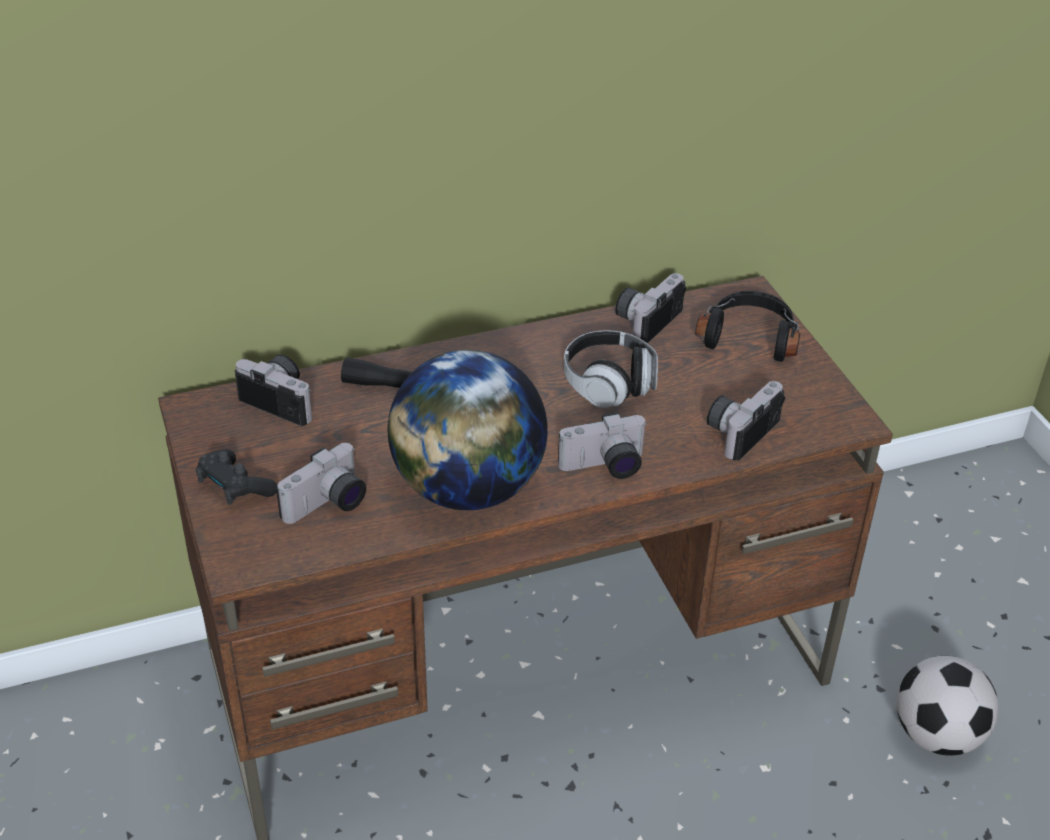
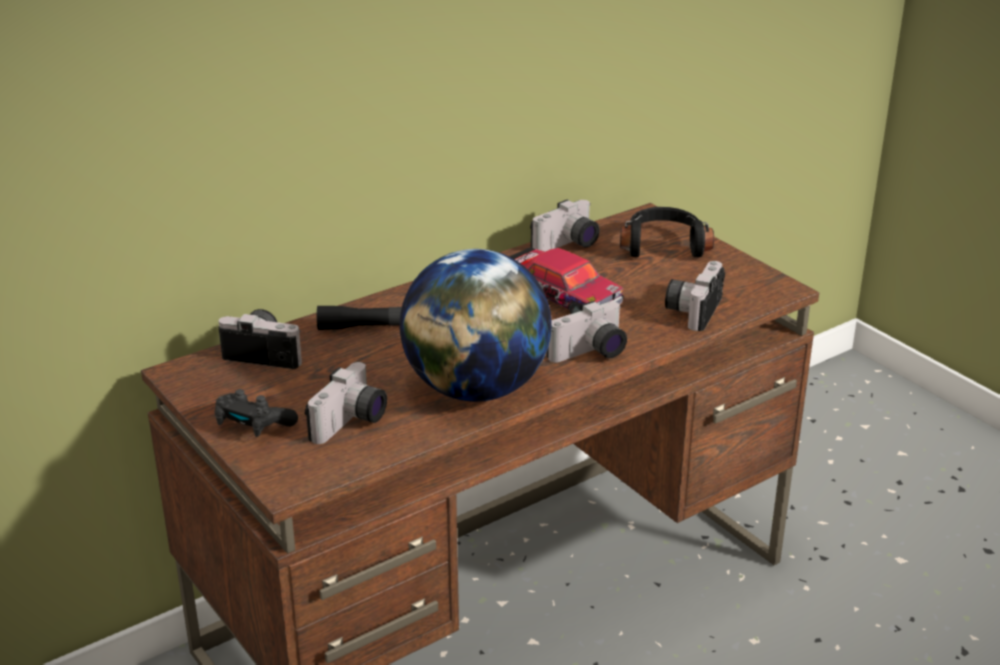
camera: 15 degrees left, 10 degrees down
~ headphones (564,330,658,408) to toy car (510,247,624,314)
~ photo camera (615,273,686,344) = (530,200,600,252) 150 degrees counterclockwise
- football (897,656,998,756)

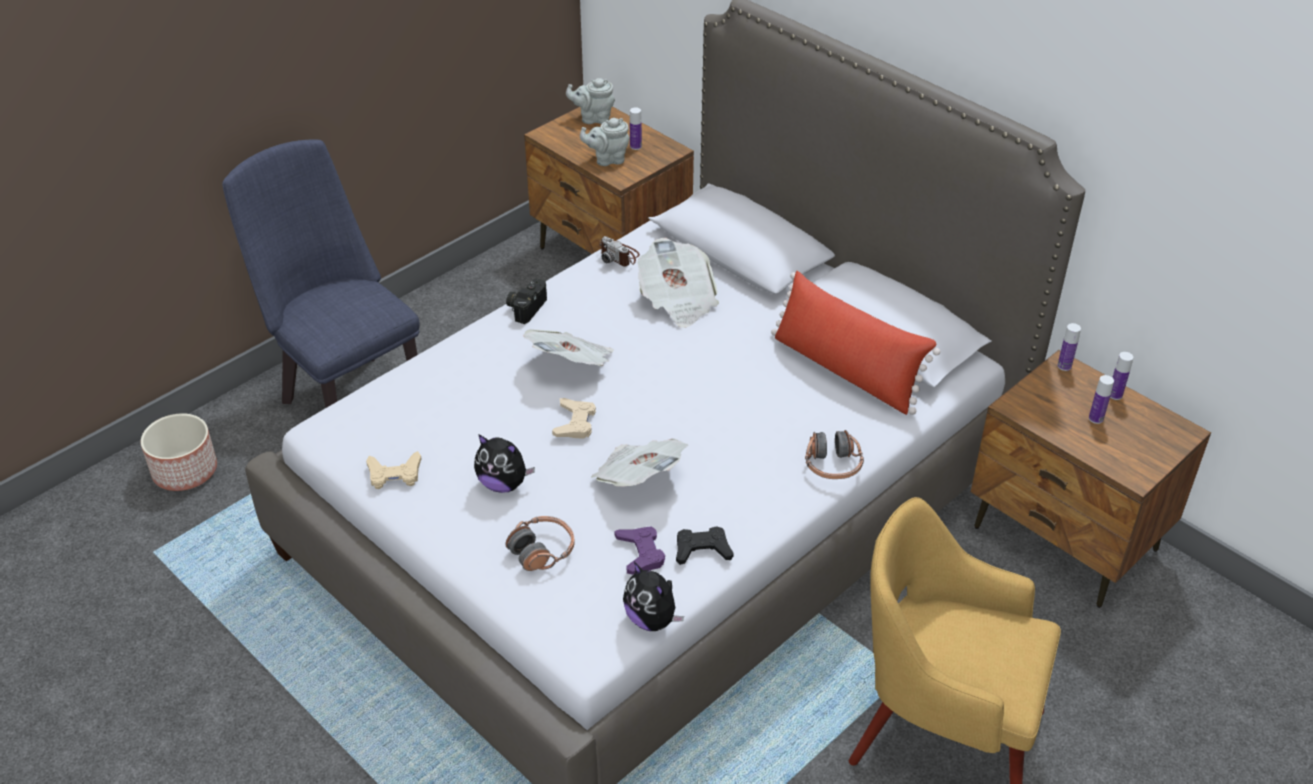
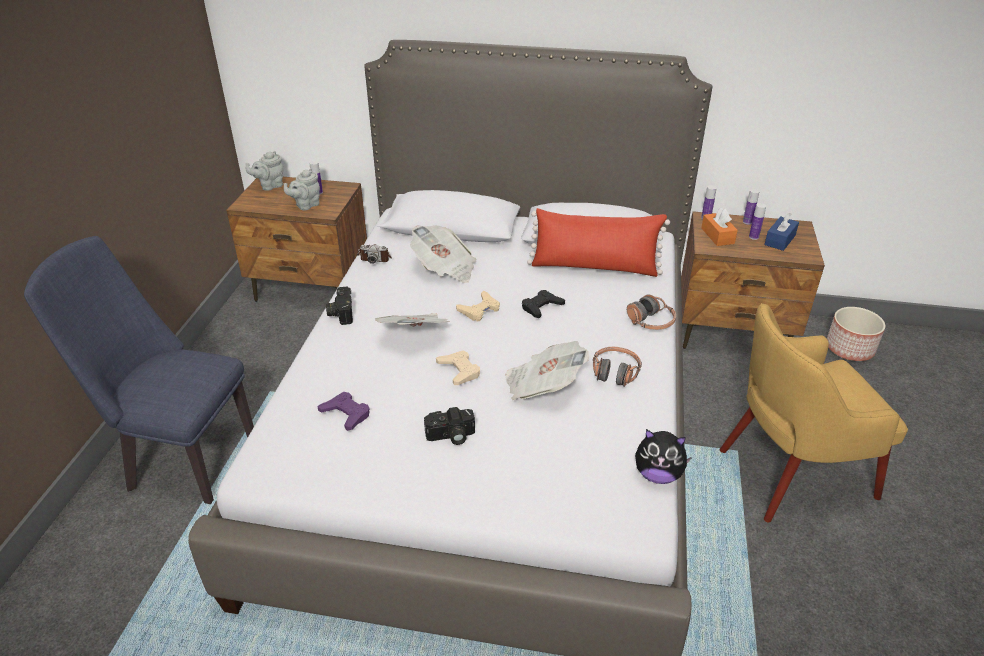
camera: 35 degrees left, 5 degrees down
~ planter (141,413,217,491) to (827,307,885,361)
~ game controller in beige (366,451,422,489) to (456,291,500,322)
~ plush toy (474,434,535,493) to photo camera (424,407,475,445)
~ headphones (505,516,575,571) to (593,347,642,387)
~ game controller in purple (614,527,665,575) to (318,392,370,431)
~ game controller in black (676,526,734,565) to (522,290,565,318)
+ tissue box in orange (701,208,738,246)
+ tissue box in blue (764,212,799,251)

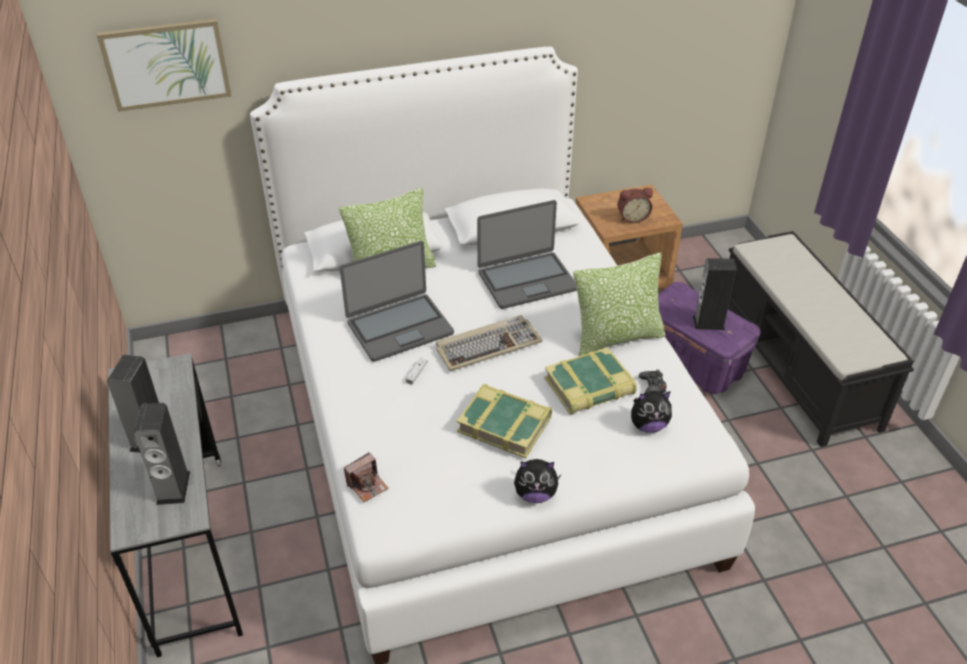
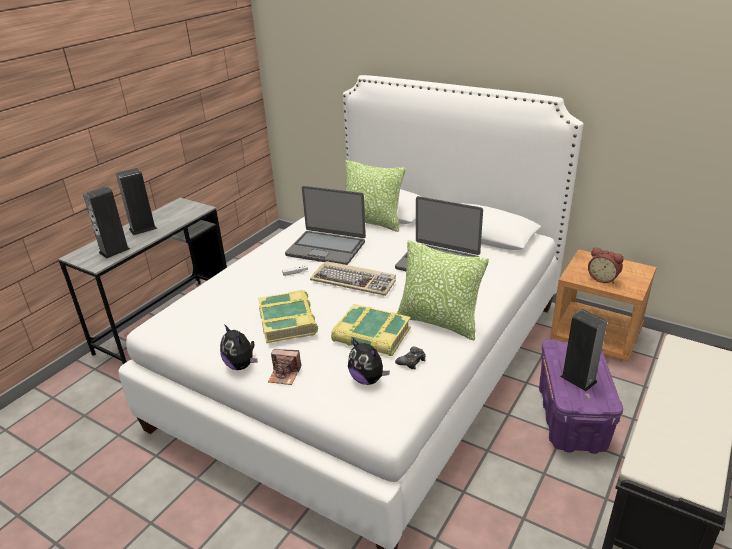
camera: 50 degrees right, 10 degrees down
- picture (97,18,232,112)
~ photo camera (344,452,389,502) to (268,349,301,385)

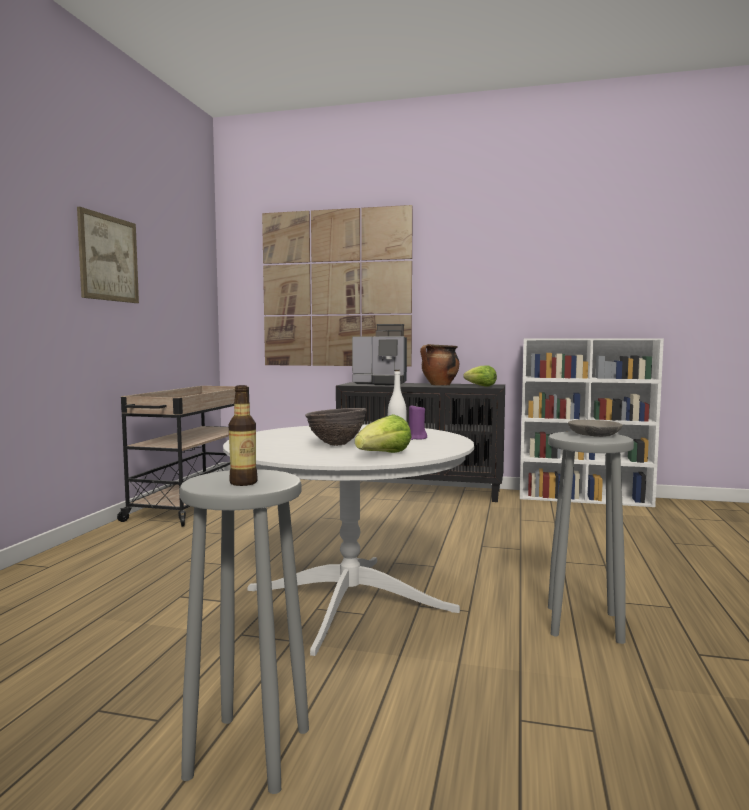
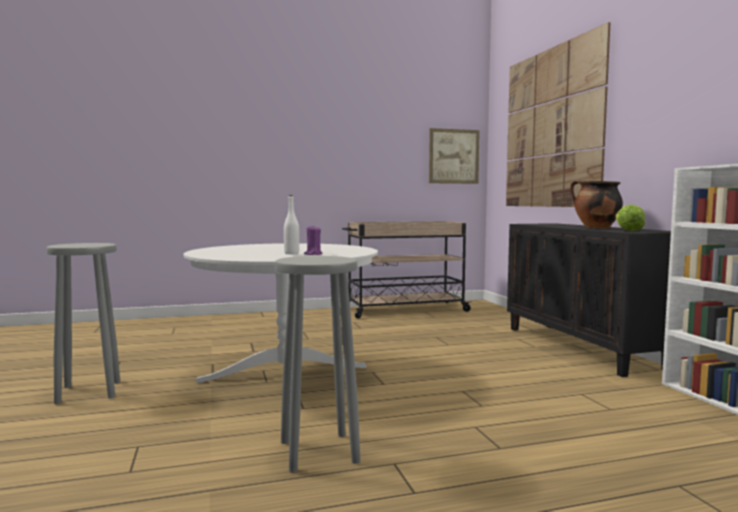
camera: 60 degrees right, 0 degrees up
~ picture (77,207,139,303) to (429,128,480,184)
- bottle (229,385,258,486)
- bowl in brown (305,408,367,446)
- coffee machine (352,324,407,385)
- lettuce (355,414,411,453)
- bowl in grey (568,420,622,437)

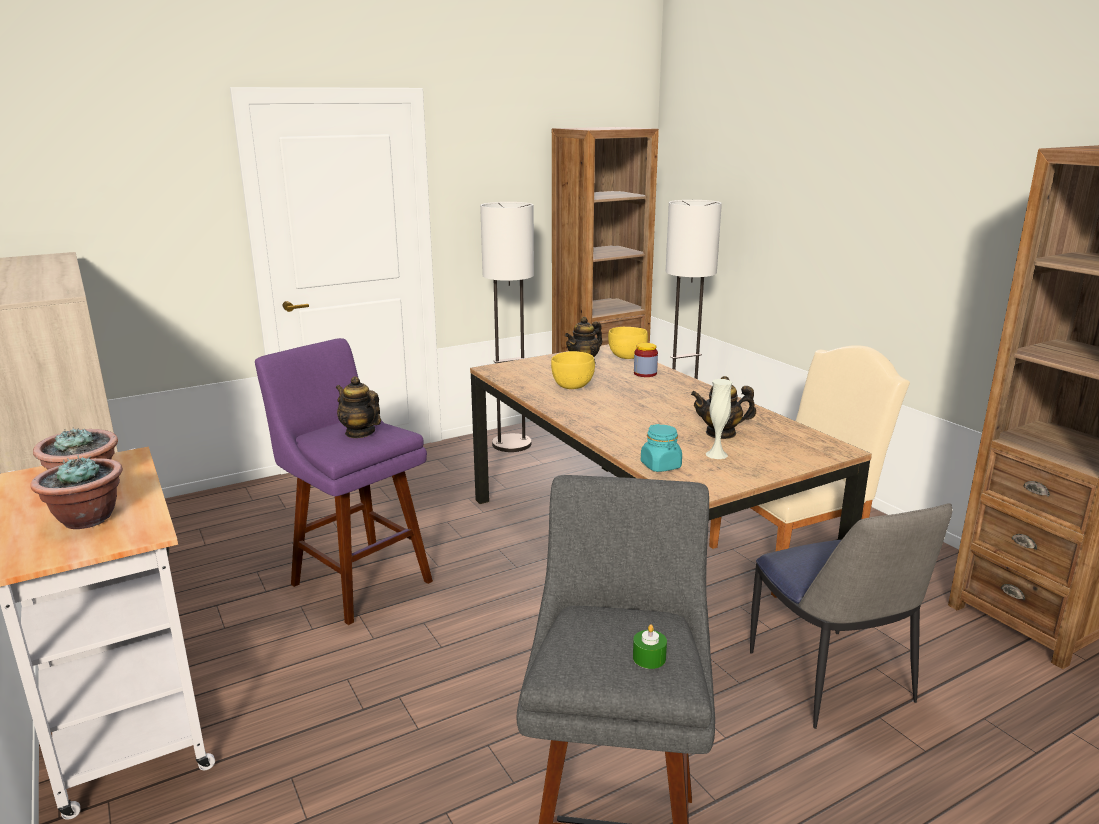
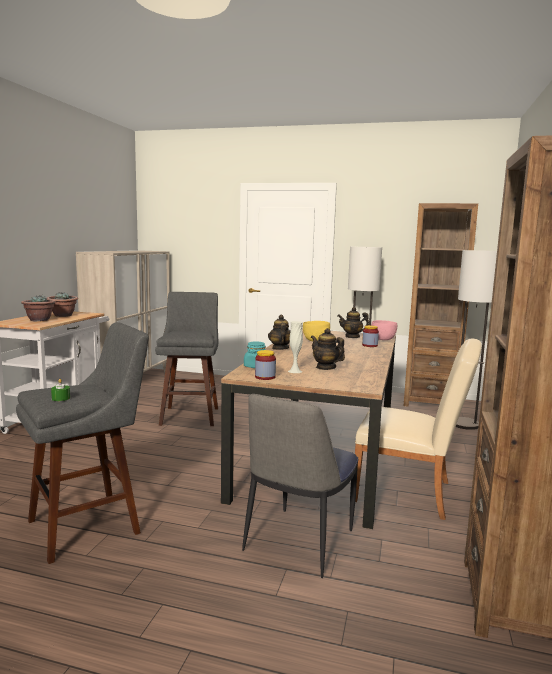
camera: 45 degrees right, 10 degrees down
~ stool in purple (255,338,433,625) to stool in grey (155,292,218,426)
~ teapot (336,376,381,438) to (268,315,291,350)
~ bowl in yellow (608,327,648,359) to bowl in pink (371,320,397,340)
+ jar (255,350,276,380)

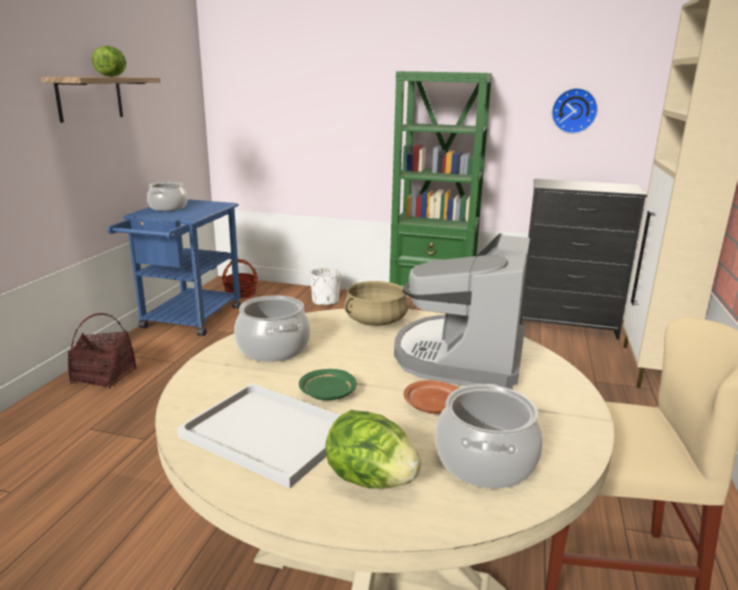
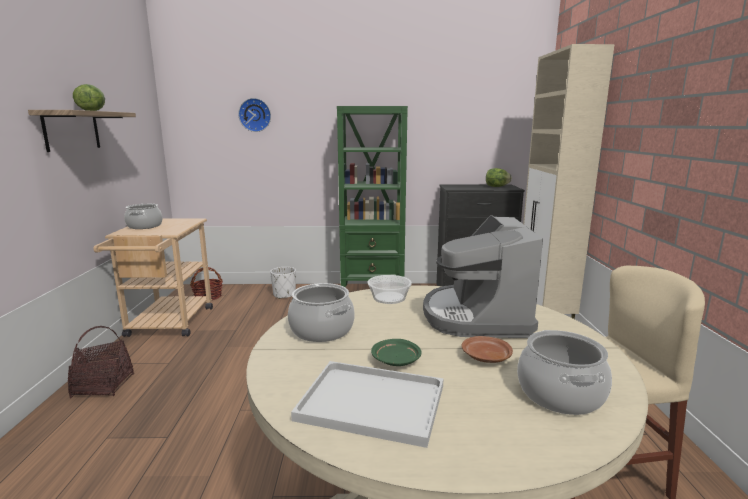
camera: 15 degrees left, 5 degrees down
~ cart in blue (107,199,241,336) to cart in beige (93,218,213,337)
~ lettuce (325,410,421,489) to (486,168,512,187)
~ cooking pot in beige (344,281,408,326) to bowl (367,275,412,304)
~ wall clock (552,88,598,134) to (238,98,271,132)

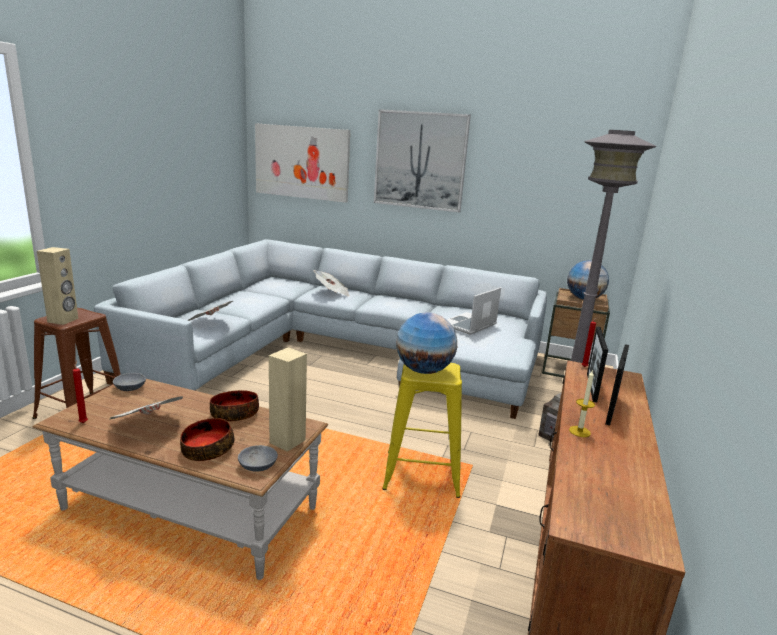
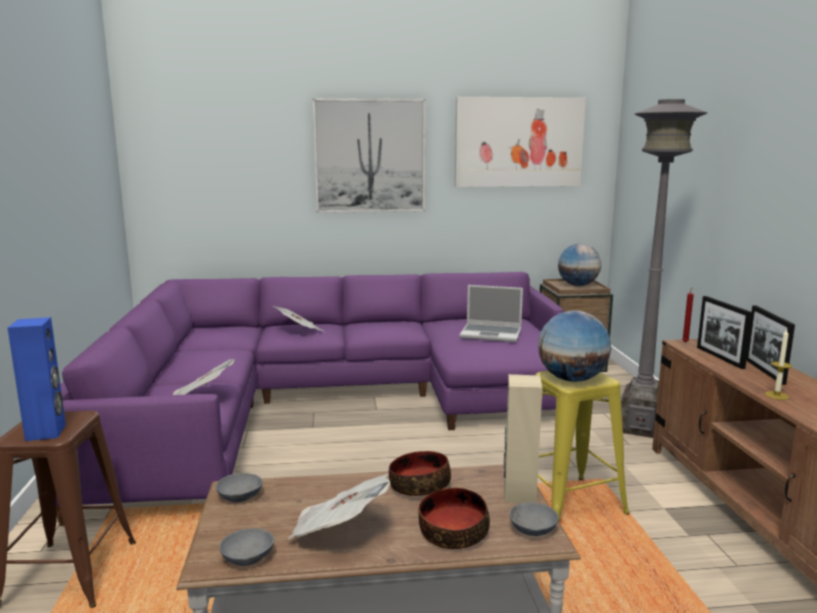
camera: 25 degrees left, 5 degrees down
~ speaker in beige (37,247,78,325) to speaker in blue (8,317,66,441)
~ candle in red (73,361,88,423) to bowl in grey (219,528,274,566)
~ sofa in grey (94,239,547,419) to sofa in purple (56,272,563,526)
~ picture (255,123,350,203) to (455,97,586,187)
~ laptop (446,287,501,335) = (460,285,523,342) 90 degrees counterclockwise

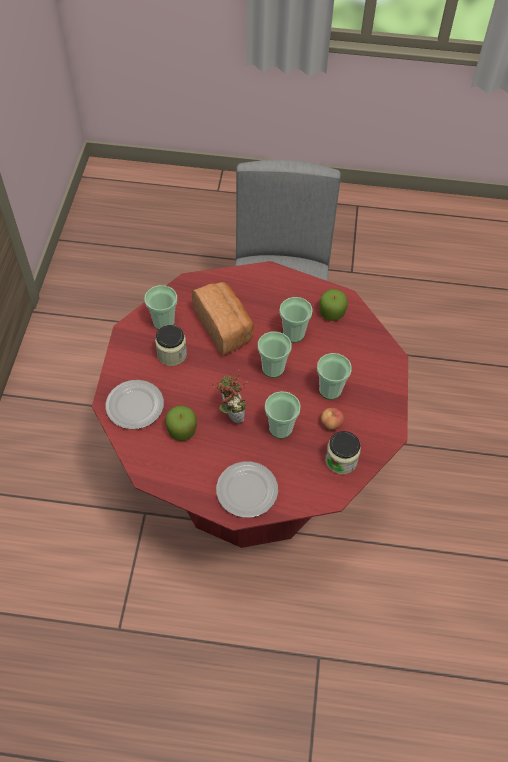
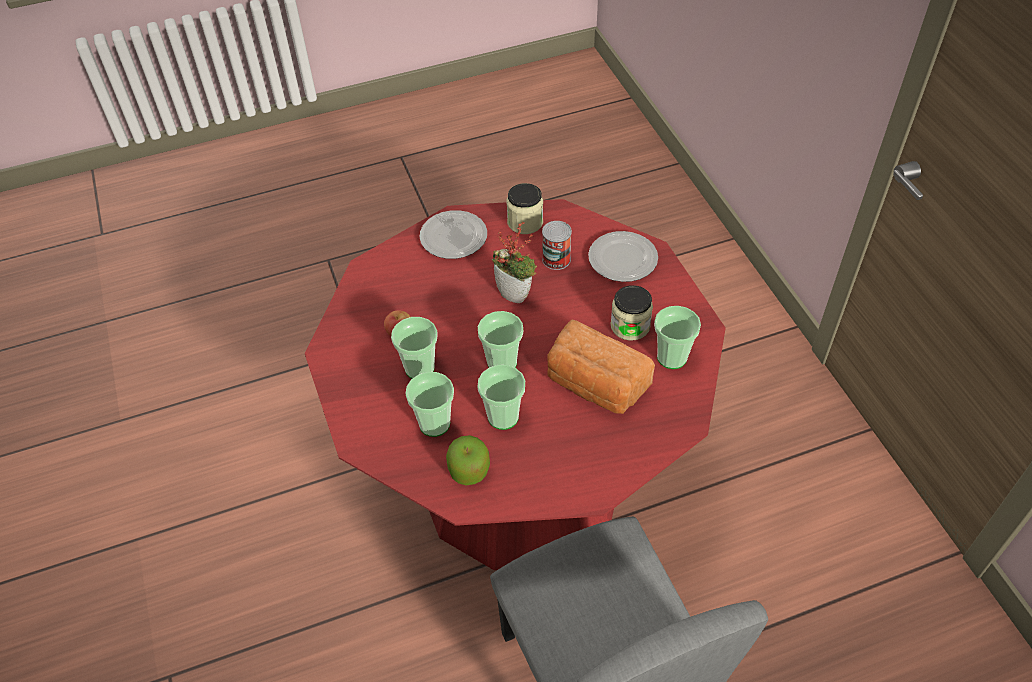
camera: 155 degrees right, 5 degrees down
~ apple (165,406,197,441) to can (542,221,572,270)
~ cup (265,391,301,439) to (405,372,454,437)
~ jar (325,431,361,475) to (507,183,543,234)

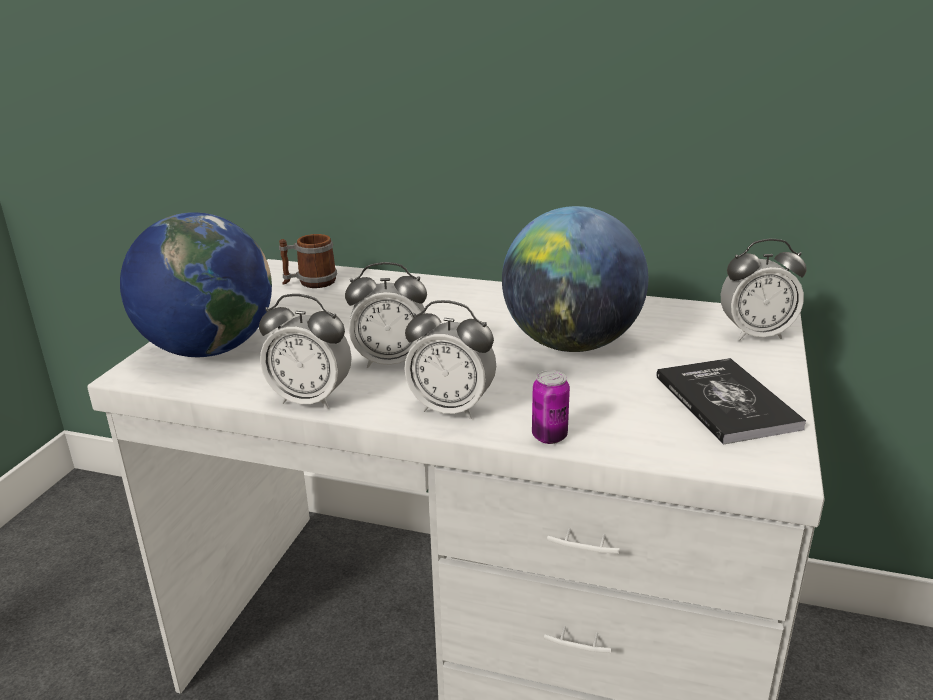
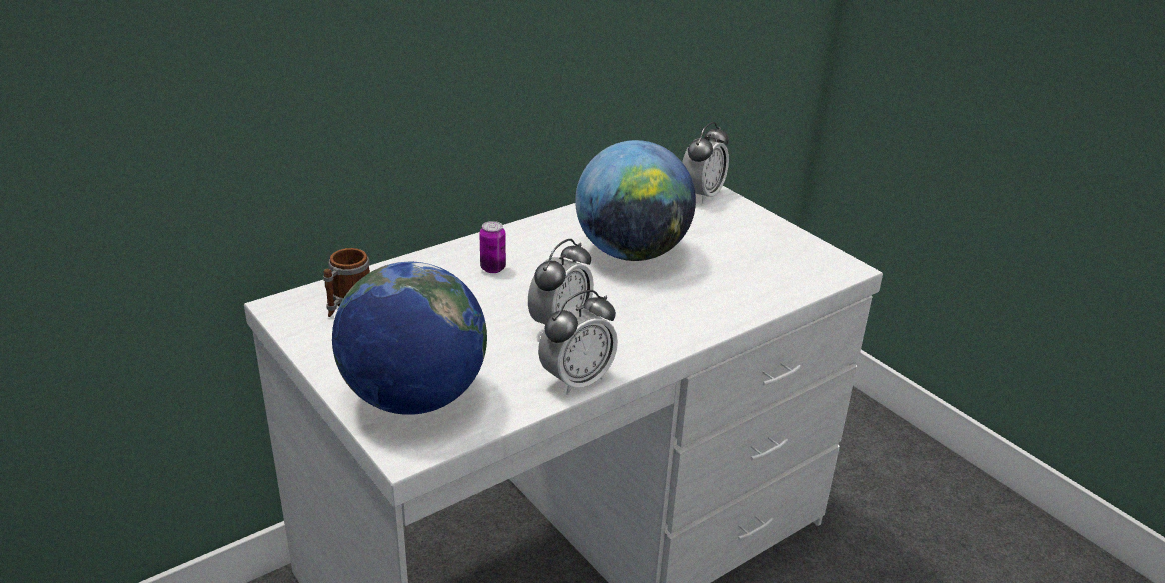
camera: 55 degrees left, 5 degrees up
- alarm clock (404,300,496,419)
~ can (532,370,570,444) to (479,221,506,273)
- book (656,358,806,445)

